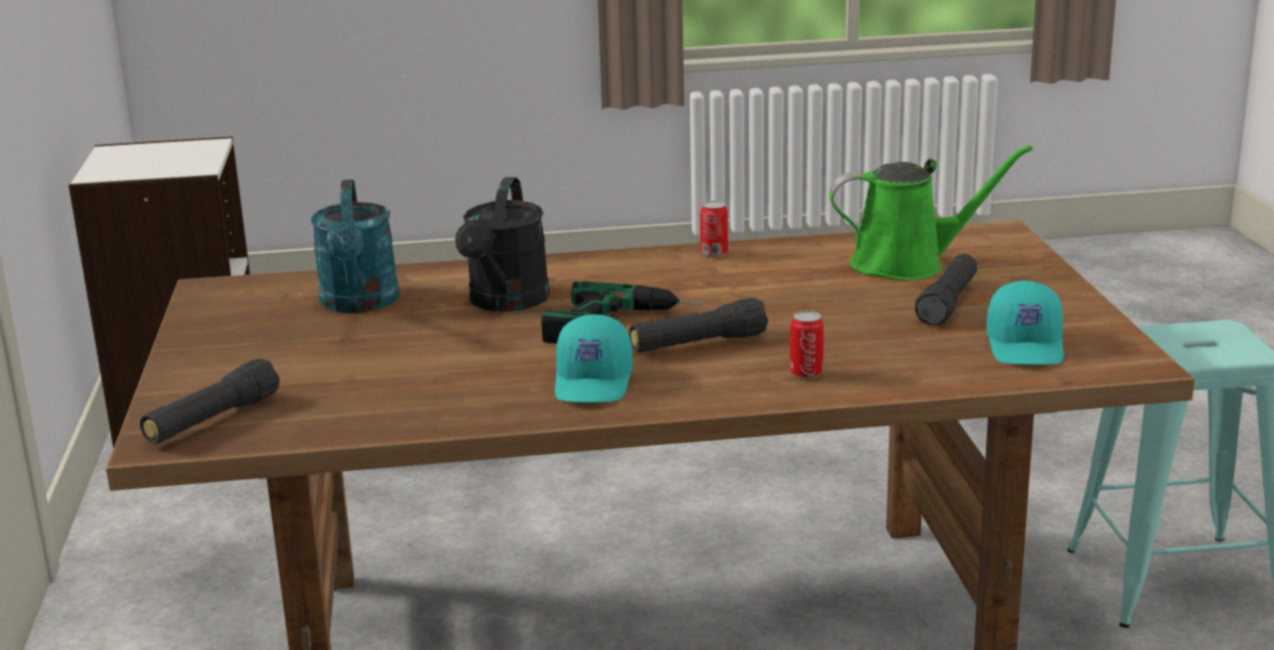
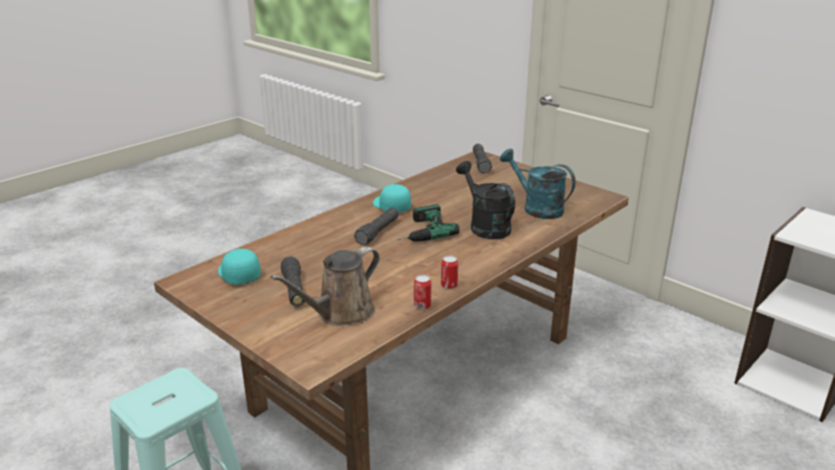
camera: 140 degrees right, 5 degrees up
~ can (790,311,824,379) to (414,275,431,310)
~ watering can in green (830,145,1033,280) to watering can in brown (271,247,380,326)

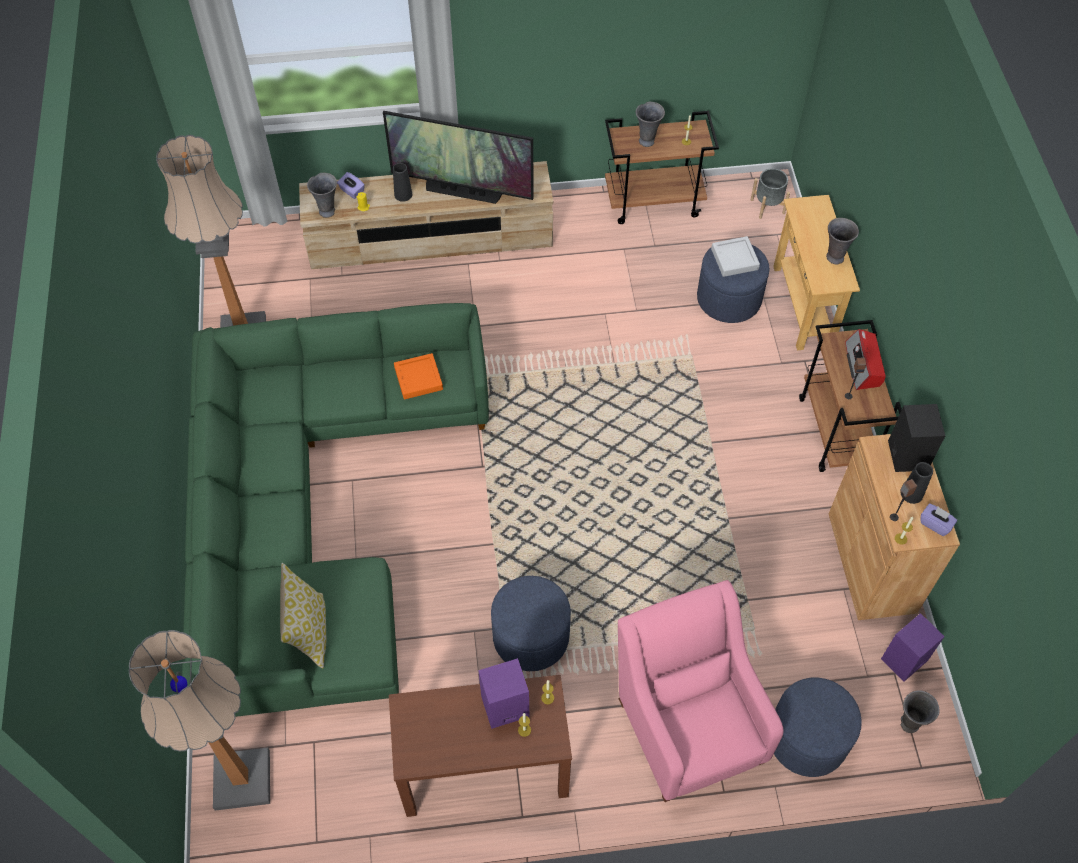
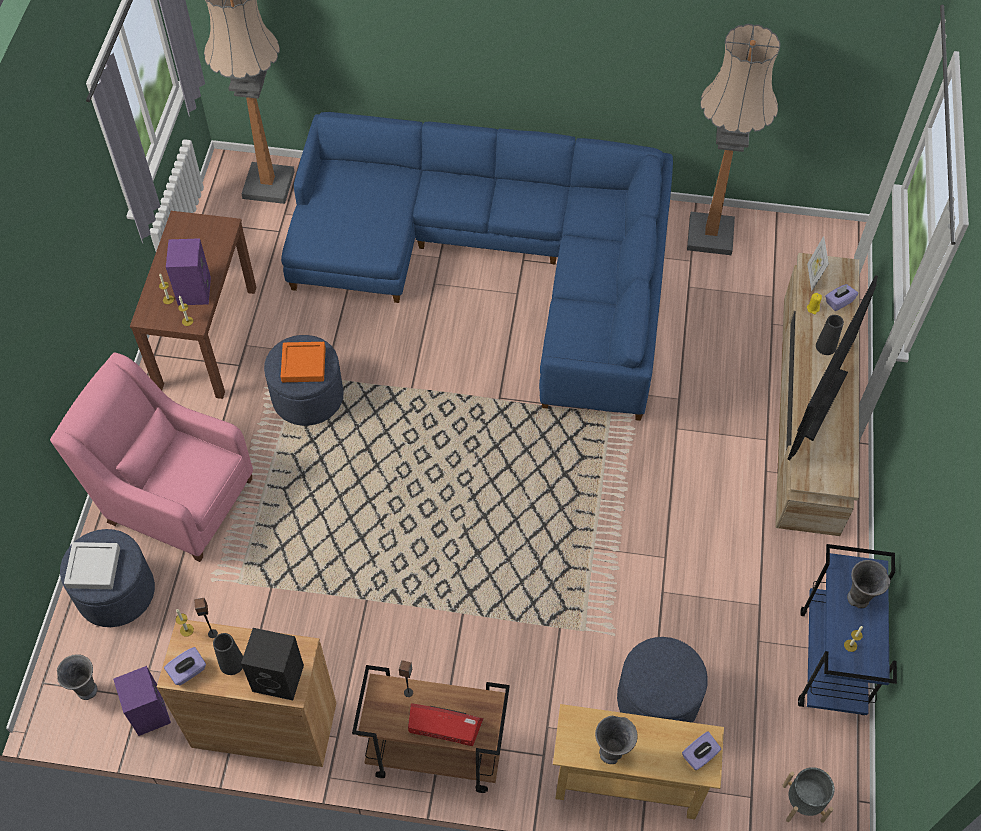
camera: 105 degrees right, 0 degrees up
~ sofa in green (182,303,489,717) to sofa in blue (281,112,673,421)
- pillow (280,563,326,669)
~ vase in grey (307,173,337,218) to picture frame (807,236,829,292)
~ tray in orange (394,353,443,399) to (281,342,326,382)
~ cart in brown (605,111,719,224) to cart in blue (798,544,897,715)
~ armchair in pink (618,580,784,802) = (50,352,253,562) 150 degrees counterclockwise
~ tray in grey (711,236,760,277) to (64,542,120,589)
+ tissue box in purple (682,731,721,770)

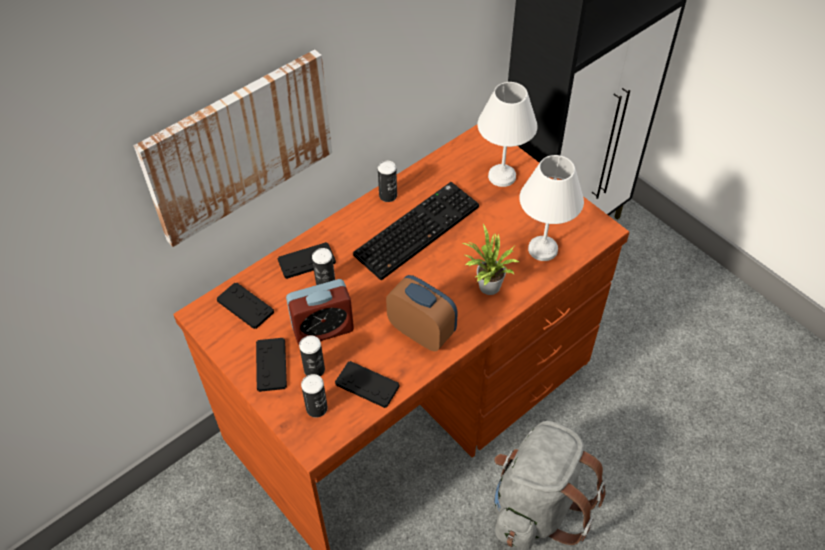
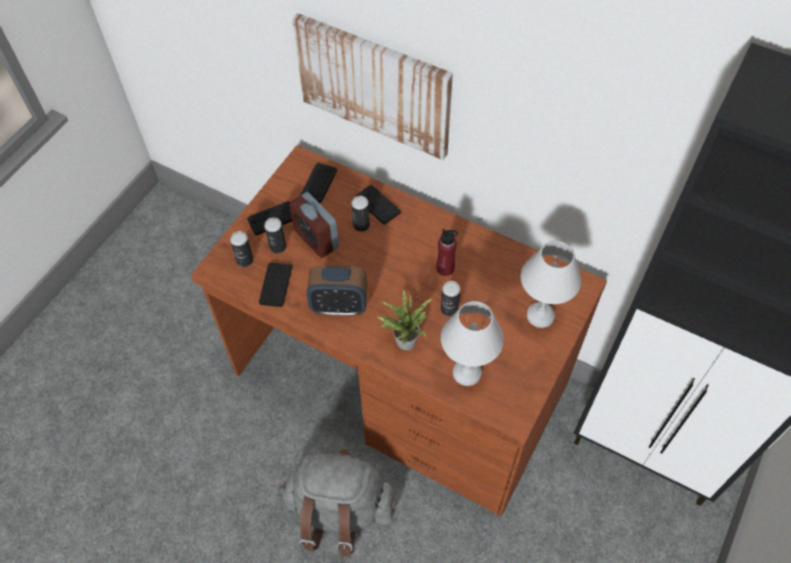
camera: 70 degrees right, 5 degrees up
~ keyboard (353,182,479,280) to bottle in red (437,229,458,276)
~ can (378,160,397,202) to (441,281,461,317)
~ alarm clock (386,275,458,351) = (307,265,367,315) 75 degrees clockwise

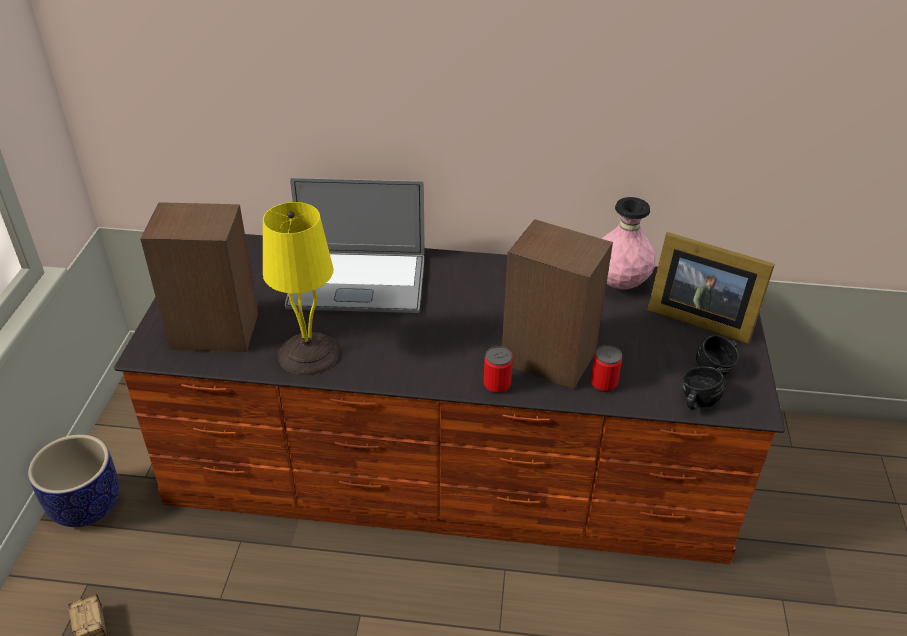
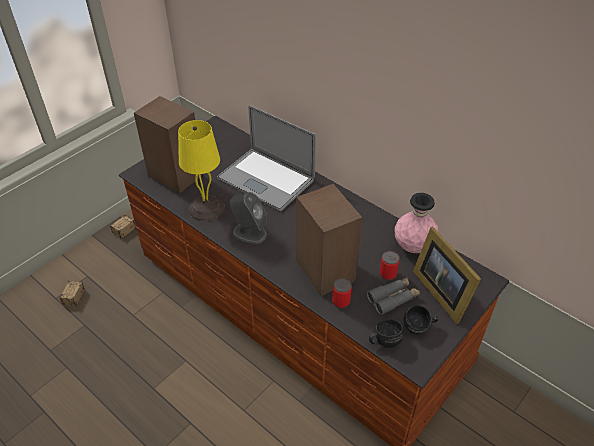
camera: 35 degrees right, 5 degrees up
~ planter (28,434,119,527) to storage box (91,215,136,239)
~ can (484,346,513,394) to (380,251,400,280)
+ speaker in grey (229,192,267,244)
+ binoculars in grey (367,277,420,315)

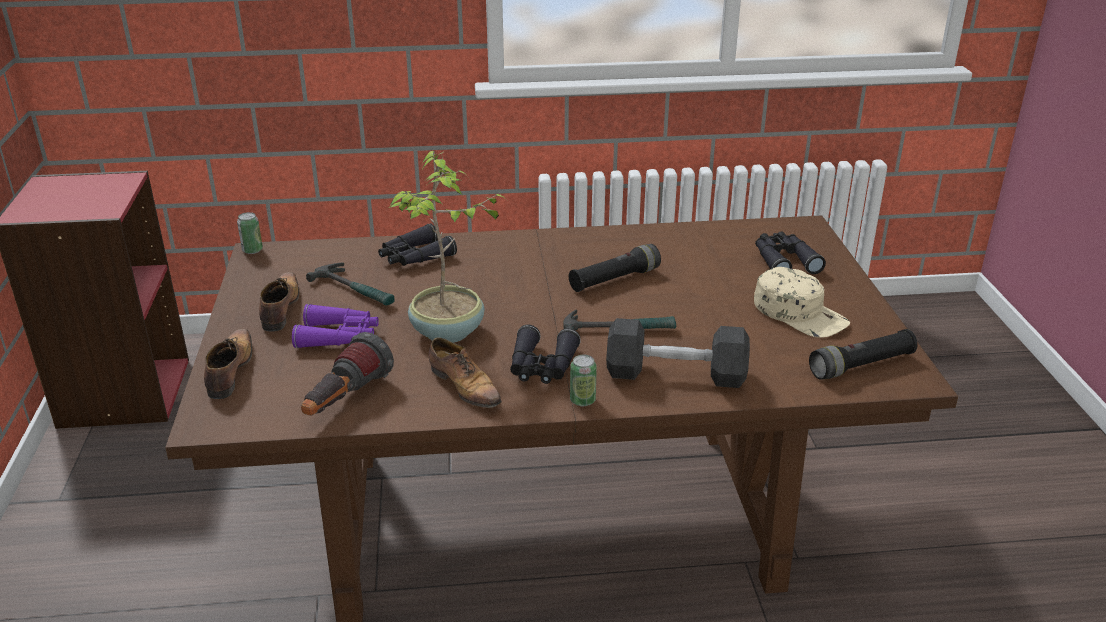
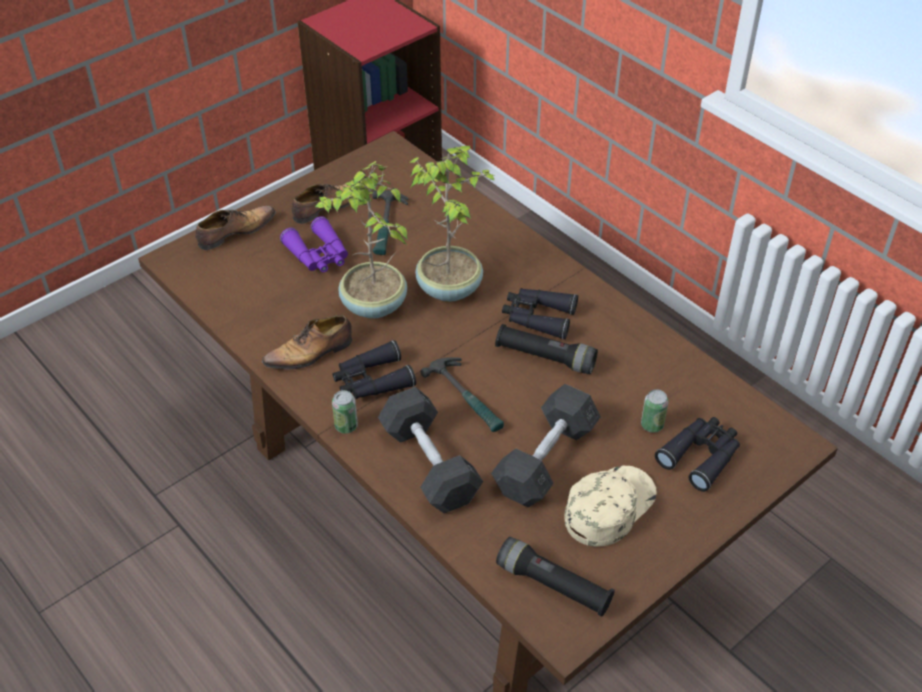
camera: 55 degrees right, 15 degrees up
~ can (237,212,263,254) to (641,389,669,433)
- flashlight (301,332,394,416)
~ binoculars in black (378,223,457,266) to (502,288,578,340)
~ shoe (429,337,502,408) = (262,315,352,370) 45 degrees clockwise
~ cap in beige (754,267,850,338) = (565,465,657,547) 150 degrees counterclockwise
+ potted plant (409,146,498,302)
+ dumbbell in grey (491,384,601,507)

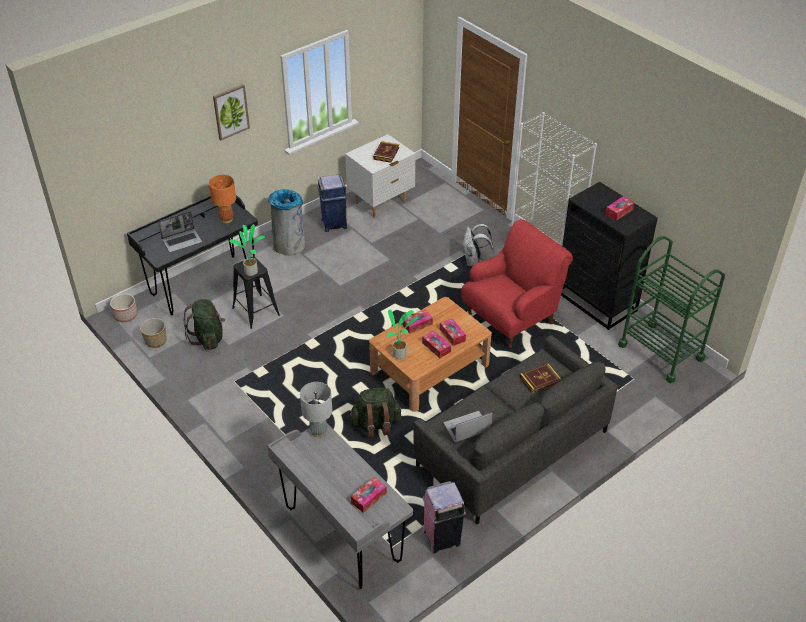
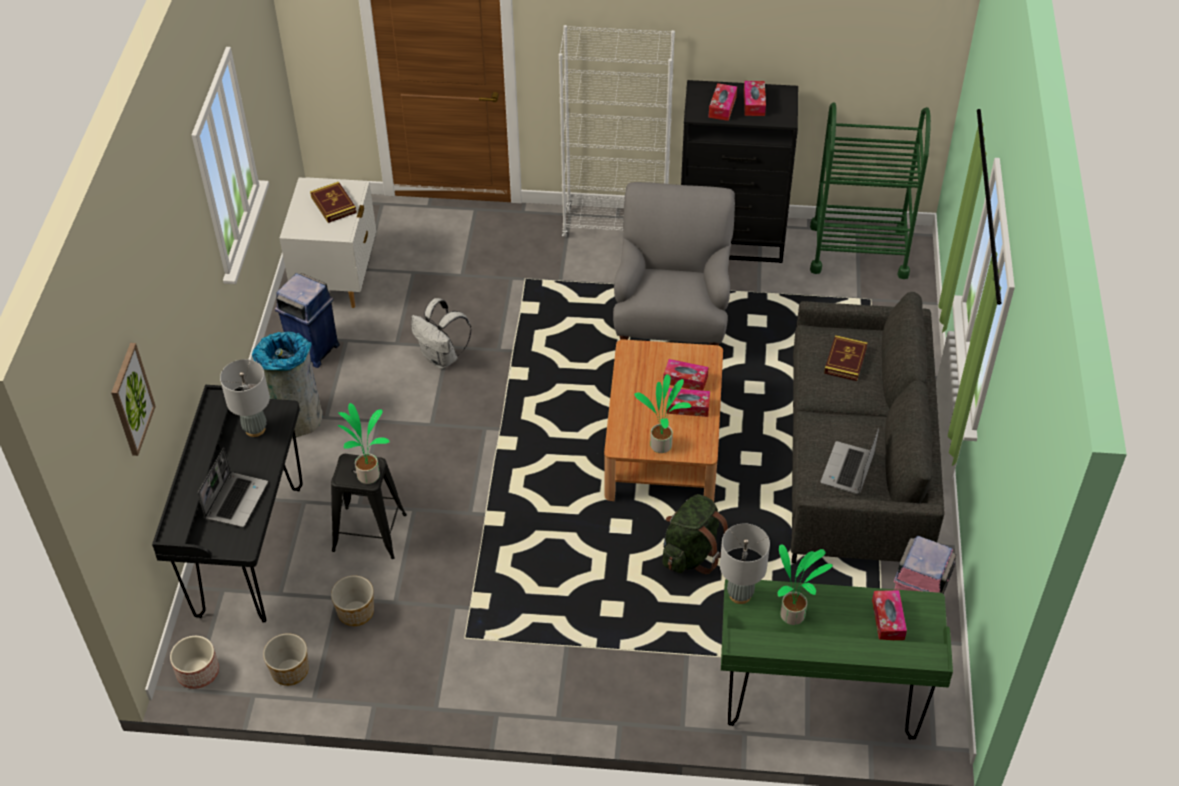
camera: 45 degrees left, 5 degrees up
~ backpack in green (183,299,225,350) to planter (331,576,374,626)
~ table lamp in orange (209,175,236,223) to table lamp in grey (220,359,270,437)
~ picture (213,84,250,140) to (111,343,156,456)
~ desk in grey (267,423,413,589) to desk in green (721,579,953,740)
~ tissue box (402,309,433,334) to (708,83,737,121)
~ armchair in red (461,219,573,348) to armchair in grey (613,182,735,346)
~ backpack in white (463,224,494,266) to (411,298,472,369)
+ potted plant (777,544,833,625)

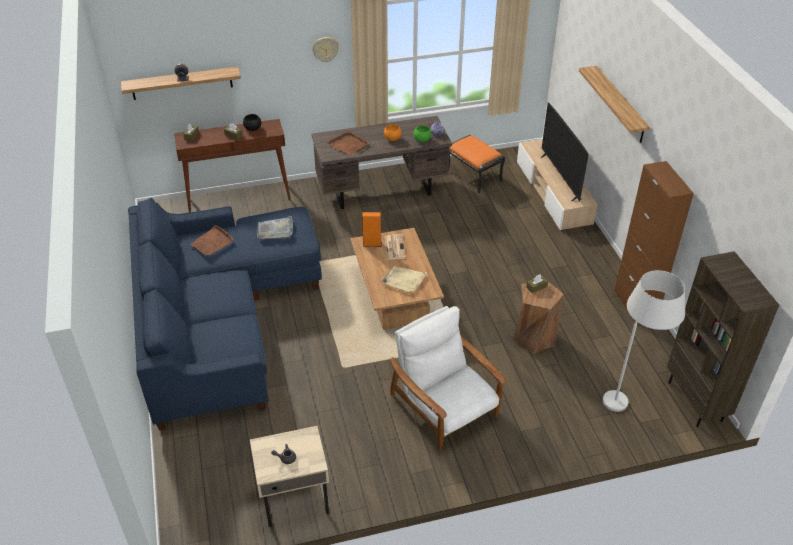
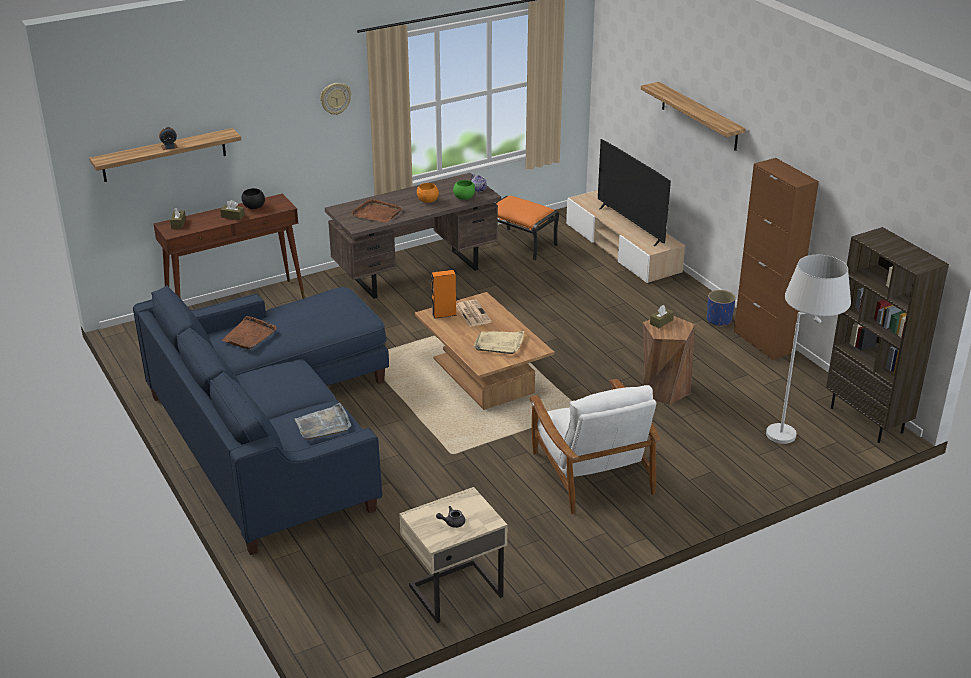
camera: 15 degrees left, 10 degrees down
~ tray in grey (257,216,293,240) to (295,403,351,440)
~ armchair in white (390,306,507,450) = (529,379,660,514) 150 degrees counterclockwise
+ planter in blue (707,290,736,327)

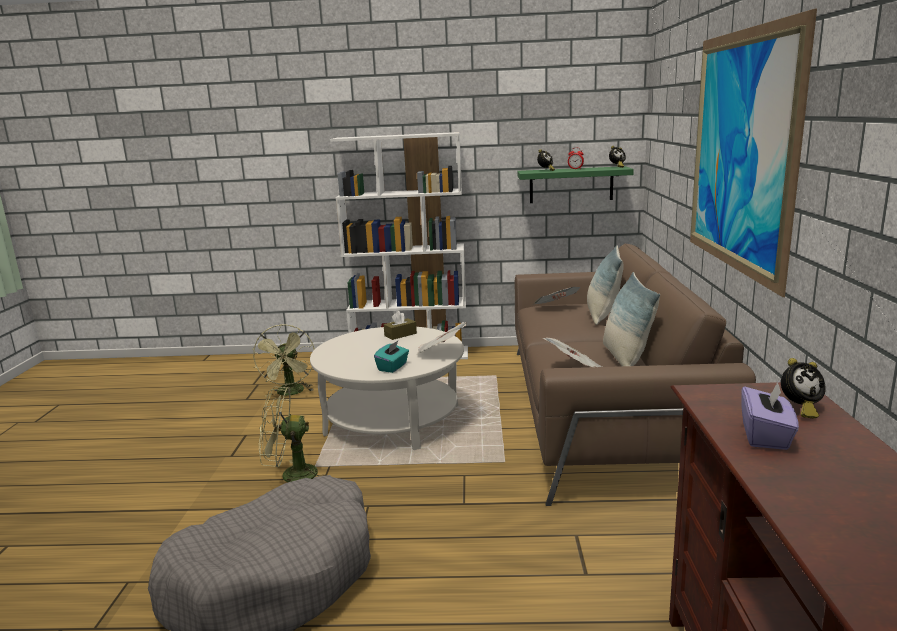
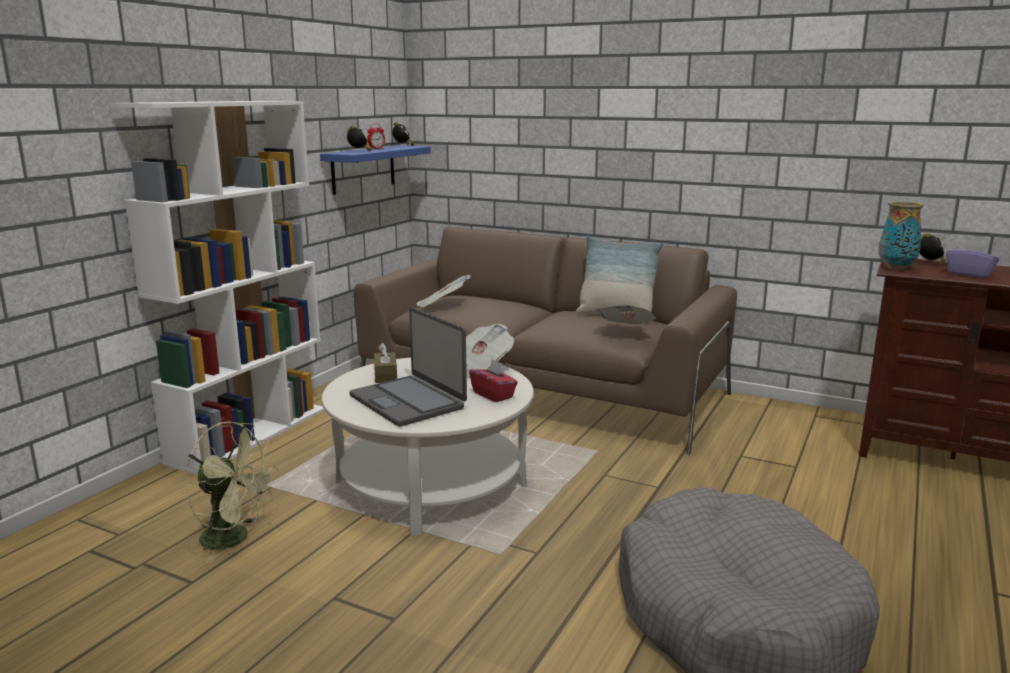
camera: 65 degrees left, 0 degrees up
- fan in green (259,387,323,482)
~ tissue box in turquoise (374,341,409,373) to tissue box in red (469,359,518,402)
~ shelf in green (517,166,634,203) to shelf in blue (320,145,431,195)
- pillow (587,245,624,325)
- picture (690,9,817,297)
+ laptop (349,307,467,427)
+ vase (878,201,924,270)

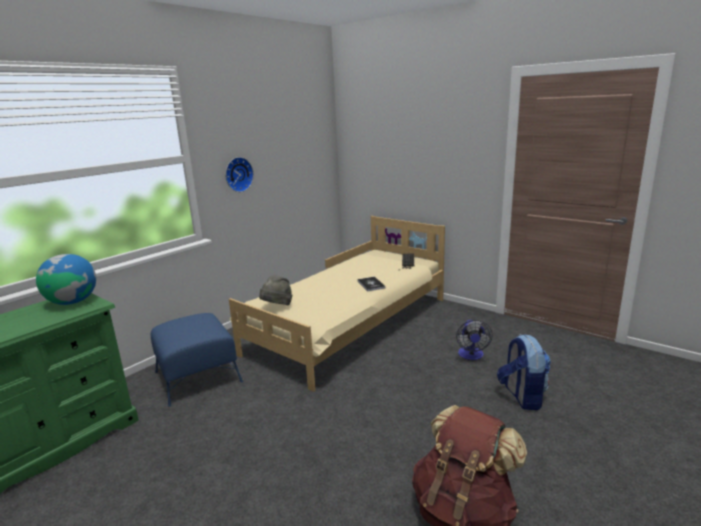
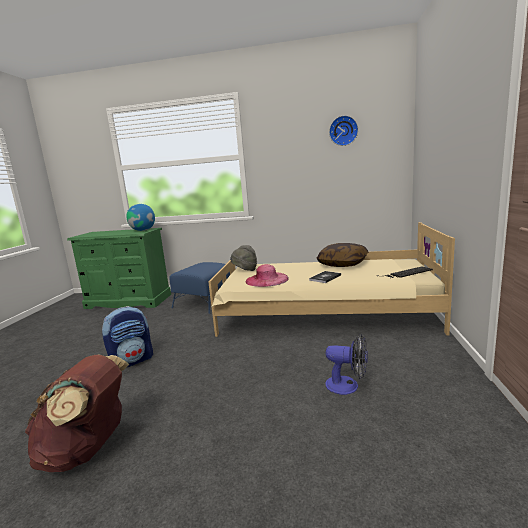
camera: 60 degrees right, 5 degrees down
~ wall clock (225,157,254,192) to (329,116,358,146)
~ fan (456,320,493,360) = (325,334,368,395) 135 degrees counterclockwise
~ backpack (497,334,551,410) to (102,306,153,367)
+ hat in pink (246,264,289,287)
+ pillow (317,243,368,267)

